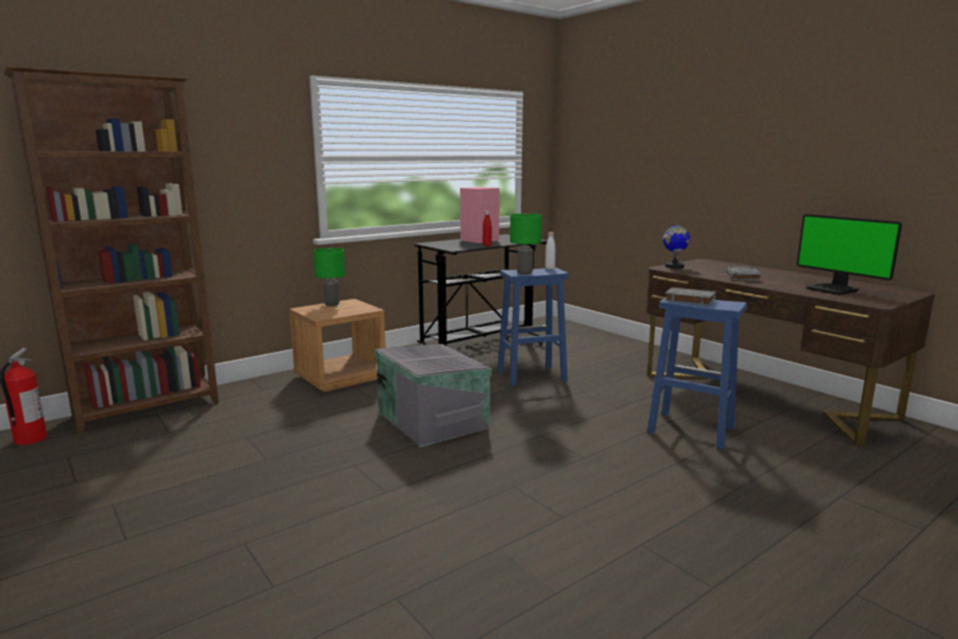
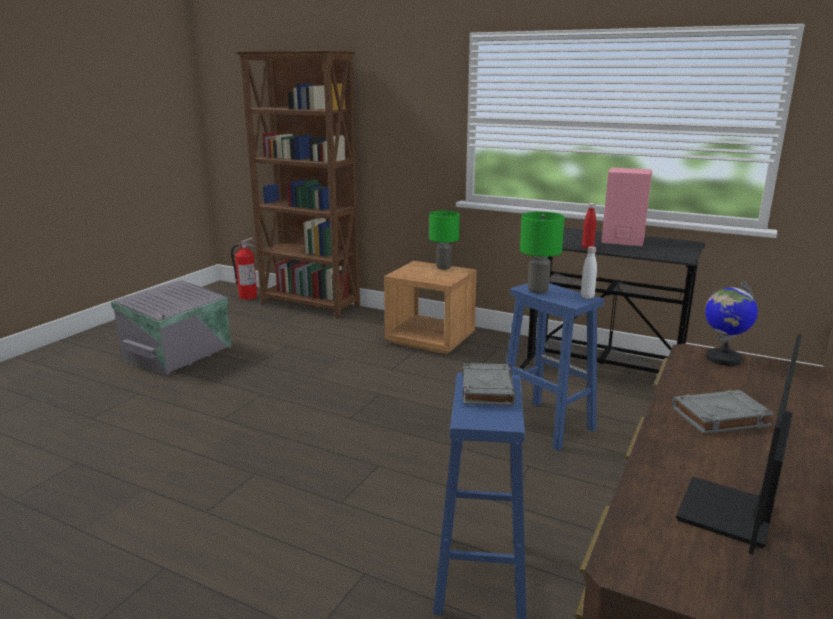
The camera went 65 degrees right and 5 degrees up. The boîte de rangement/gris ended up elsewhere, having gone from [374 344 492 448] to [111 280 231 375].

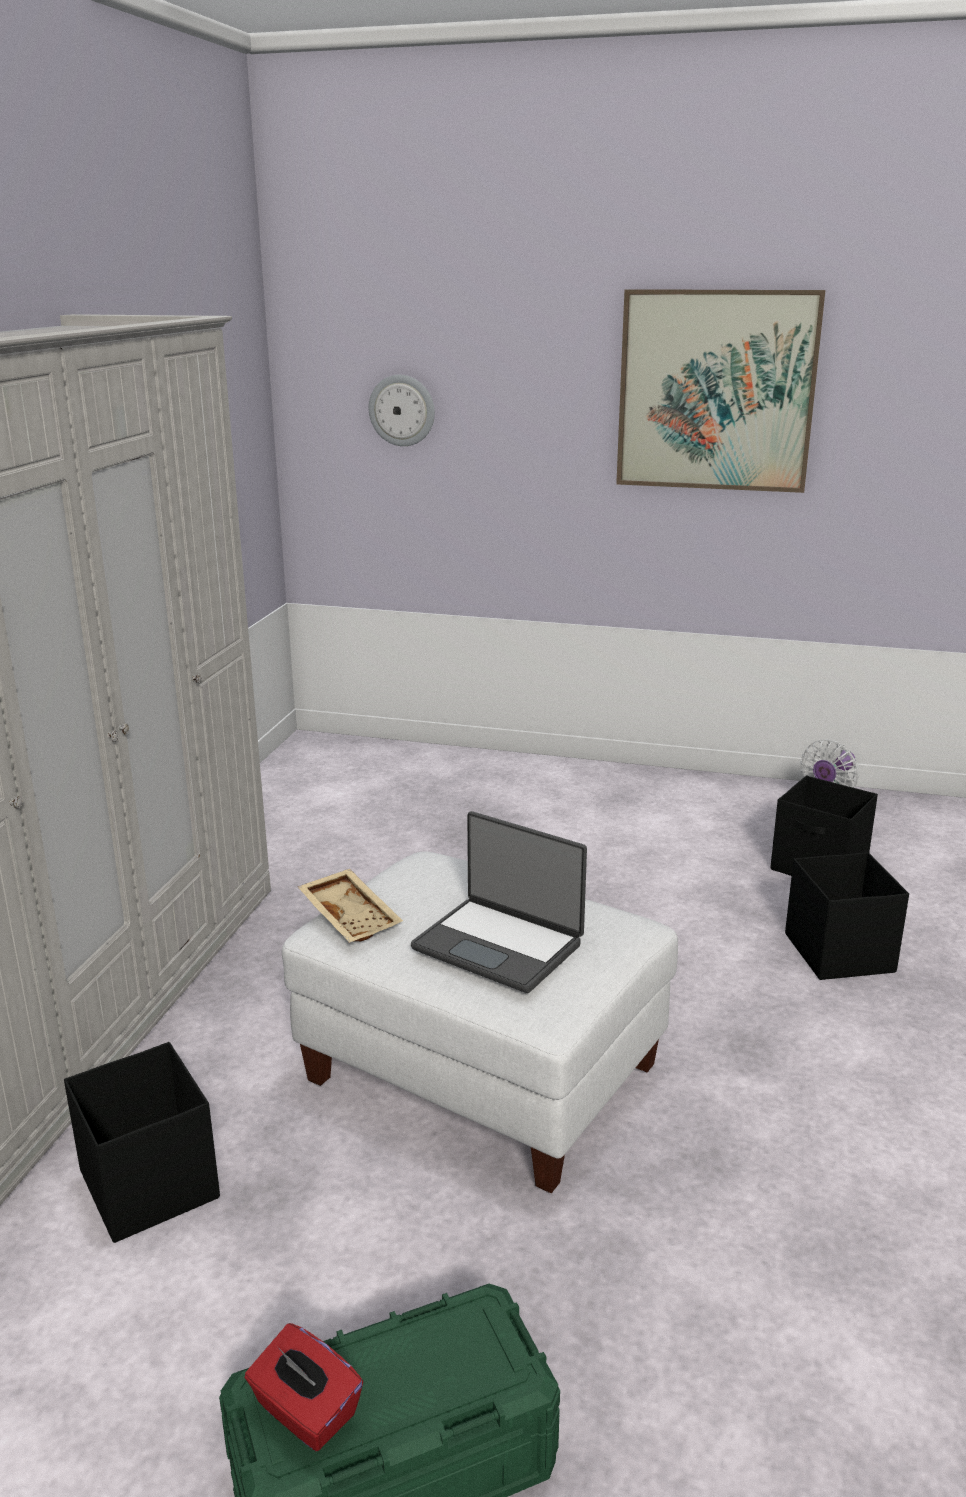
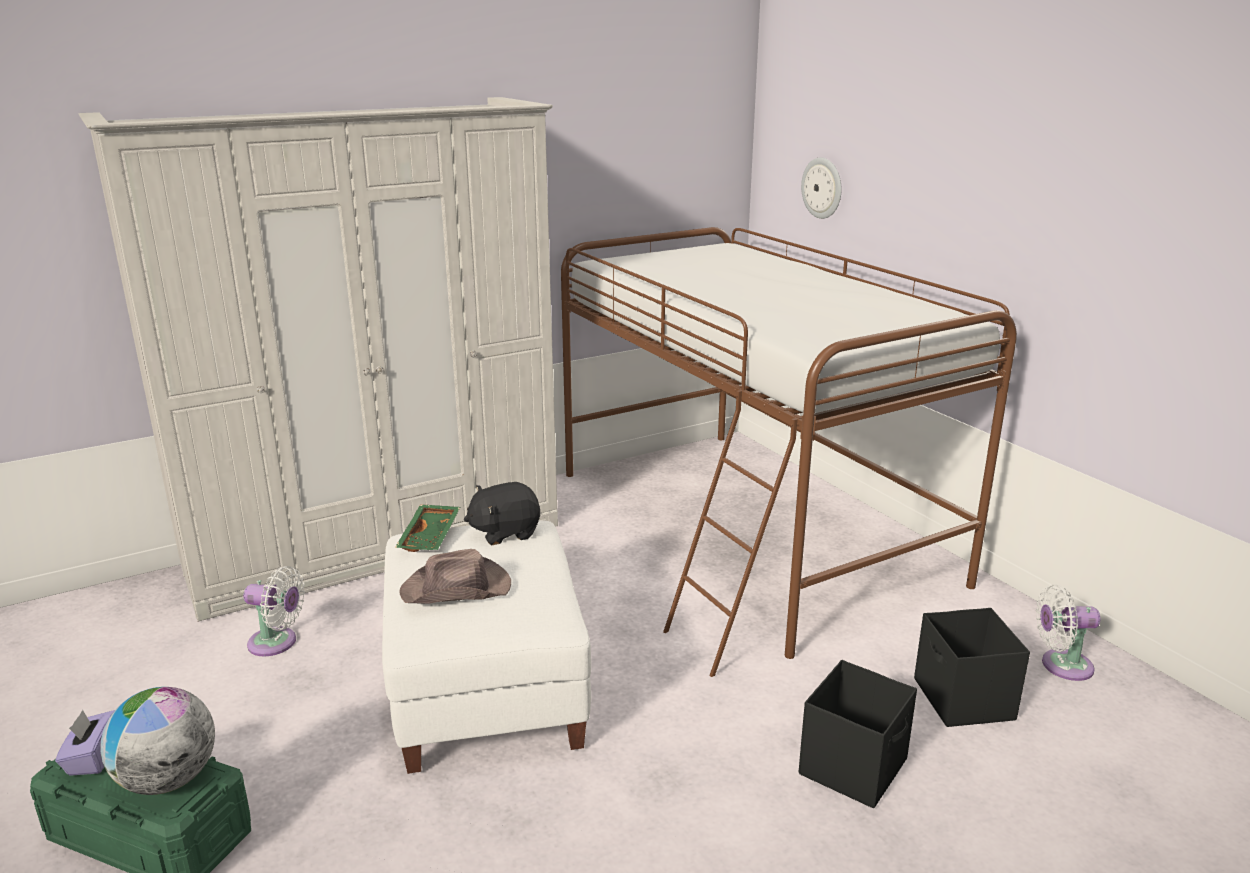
The camera went 45 degrees right and 0 degrees up. The second view lost the tableau at [616 289 825 493]. The second view gained the globe at [100 687 215 795]. The second view gained the peluche/noir at [464 482 540 545]. The second view gained the lit/marron at [561 227 1017 677]. Where the boîte de rangement/noir stood at [64 1042 220 1243], the ventilateur/blanc came to stand at [243 566 305 656]. Where the ordinateur portable stood at [411 811 587 993], the chapeau/marron came to stand at [400 549 511 604]. What was the boîte à mouchoirs/rouge at [245 1323 363 1451] turned into the boîte à mouchoirs/violet at [55 710 115 776]. What was the plateau/beige at [298 869 403 943] turned into the plateau/vert at [395 505 460 552].

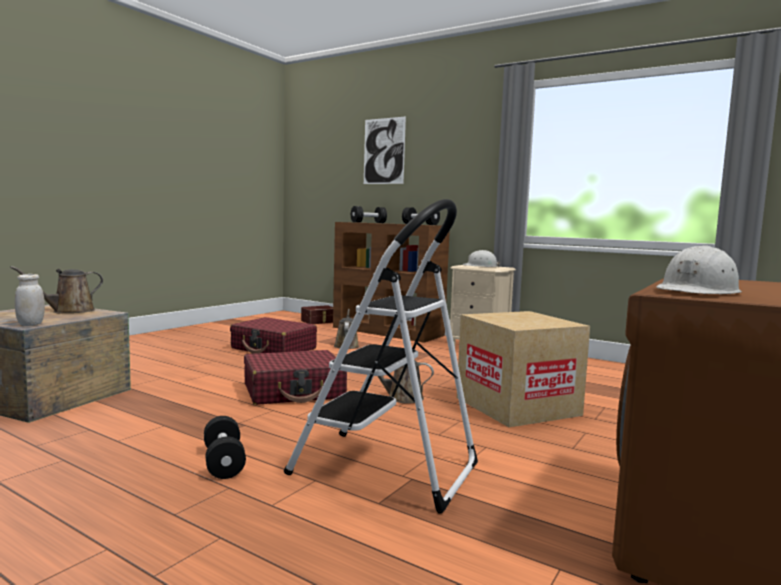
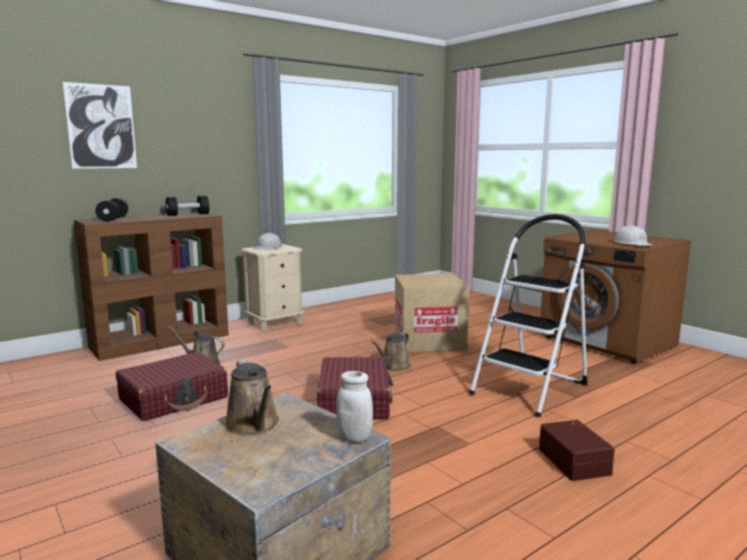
The camera went 70 degrees left and 5 degrees up. The second view lost the haltère/noir at [204 416 246 479]. The boîte de rangement/marron ended up elsewhere, having gone from [301 305 333 324] to [539 420 615 481].

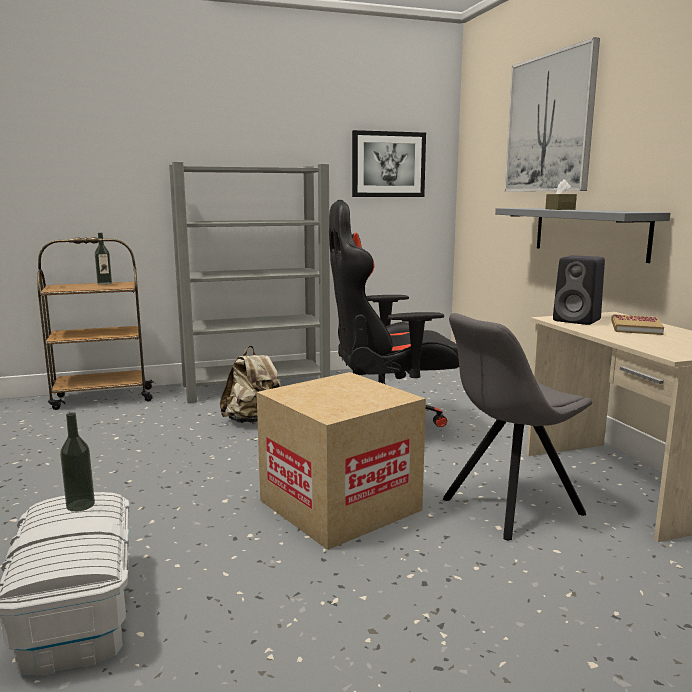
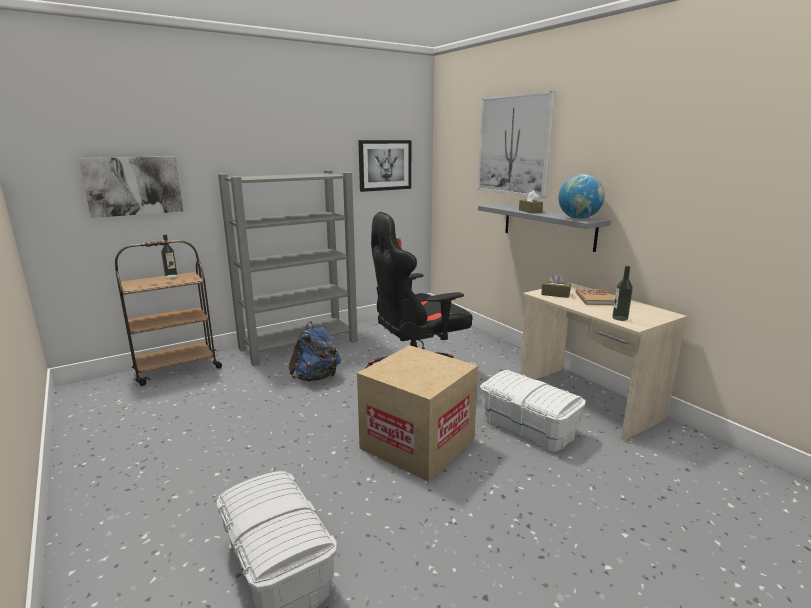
The camera went 15 degrees left and 5 degrees up. The second view gained the tableau at [79 156 183 218]. The second view gained the globe at [558 174 605 219]. The bouteille ended up elsewhere, having gone from [60 412 95 512] to [612 266 633 321]. Where the chaise/gris stood at [443 313 592 540], the boîte de rangement/blanc came to stand at [480 370 586 452]. Where the enceinte/noir stood at [553 255 605 325], the boîte à mouchoirs/marron came to stand at [541 273 571 298]. What was the sac à dos/beige at [220 346 281 423] turned into the sac à dos/bleu at [289 322 341 382].

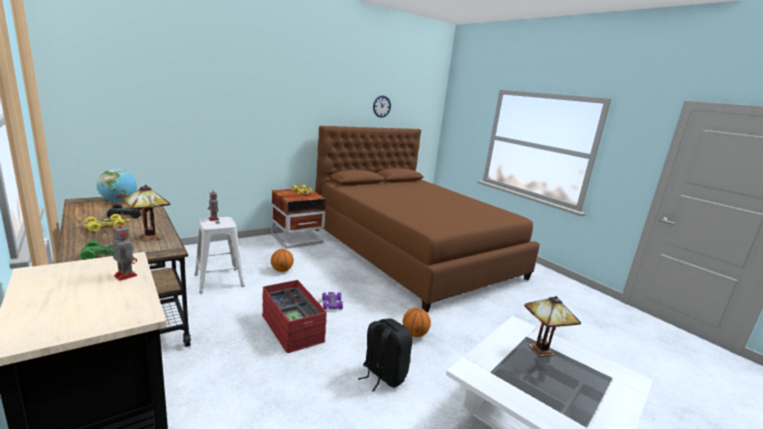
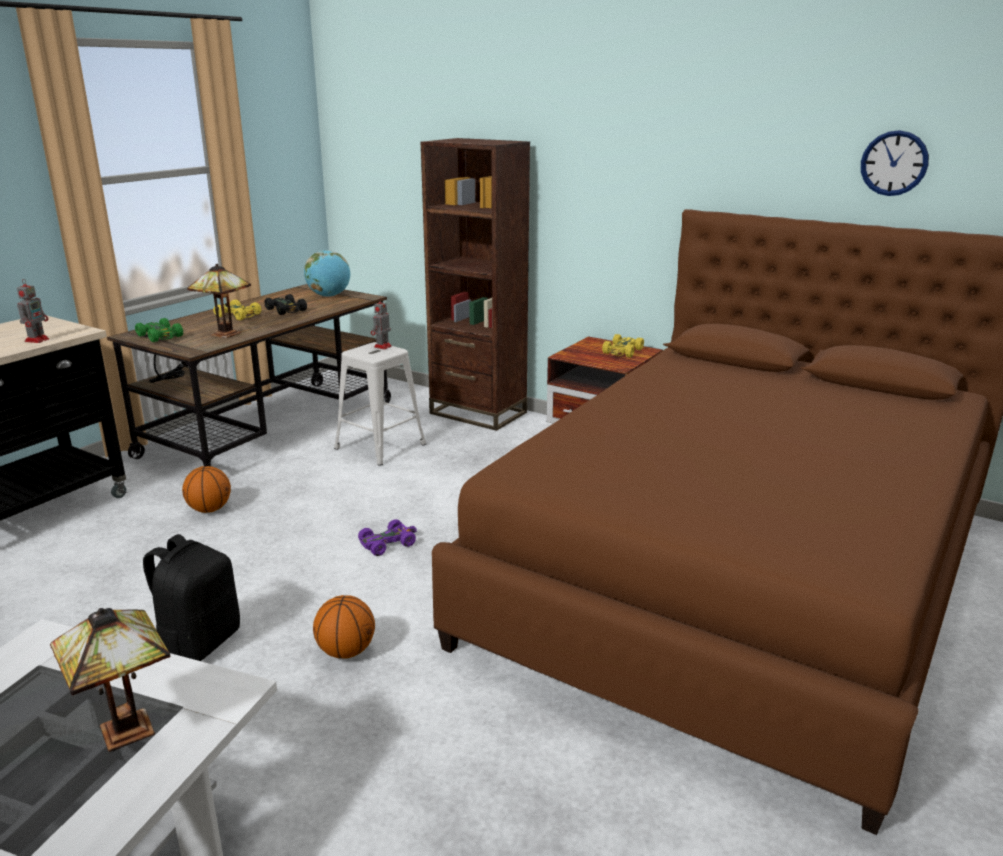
The camera went 70 degrees right and 5 degrees up. The second view lost the boîte de rangement/rouge at [262 280 327 353]. The second view gained the bibliothèque/marron at [421 138 530 431]. The ballon de basket ended up elsewhere, having gone from [271 249 294 272] to [182 466 231 513].

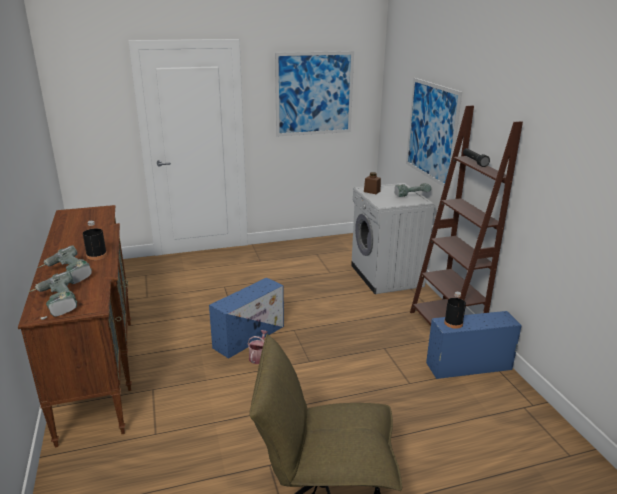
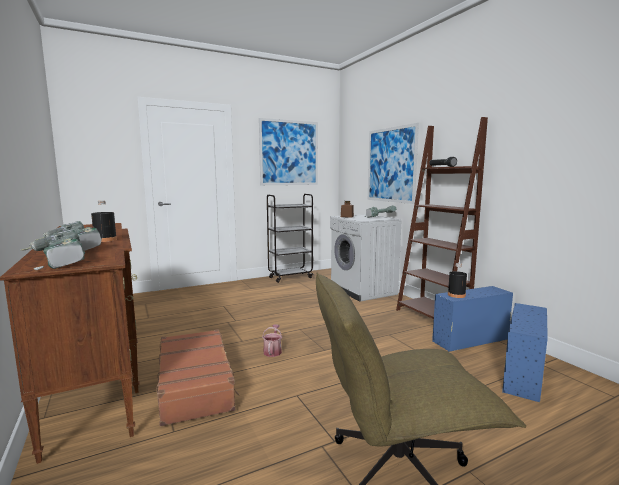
The camera went 10 degrees left and 15 degrees down. The second view gained the valise/marron at [157 329 239 427]. The second view gained the chariot/gris at [267 194 314 283]. The boîte de rangement/bleu ended up elsewhere, having gone from [209 277 284 359] to [502 303 548 402].

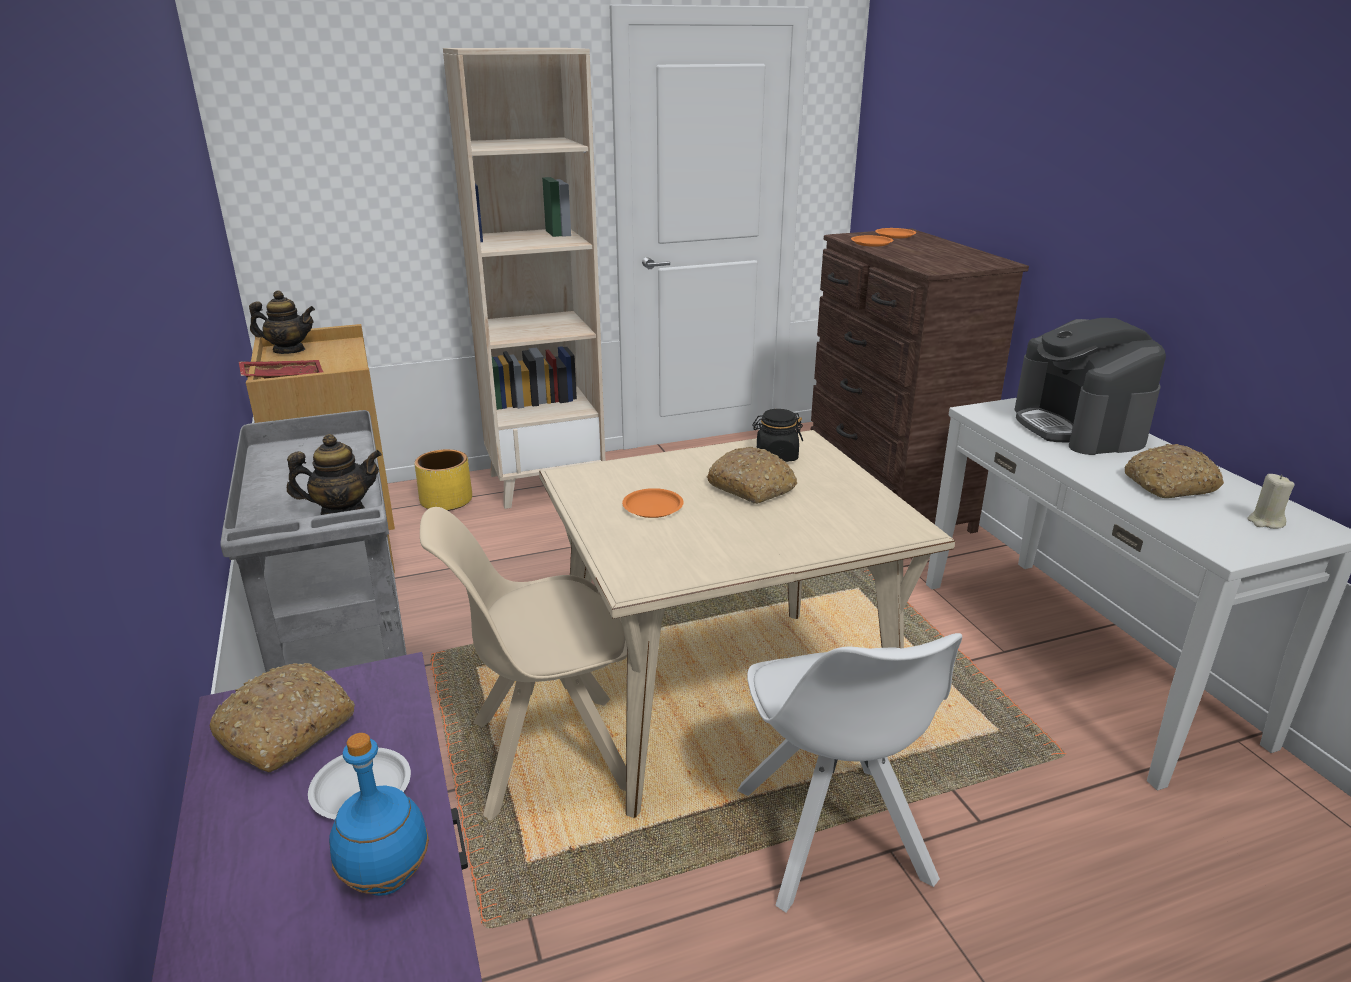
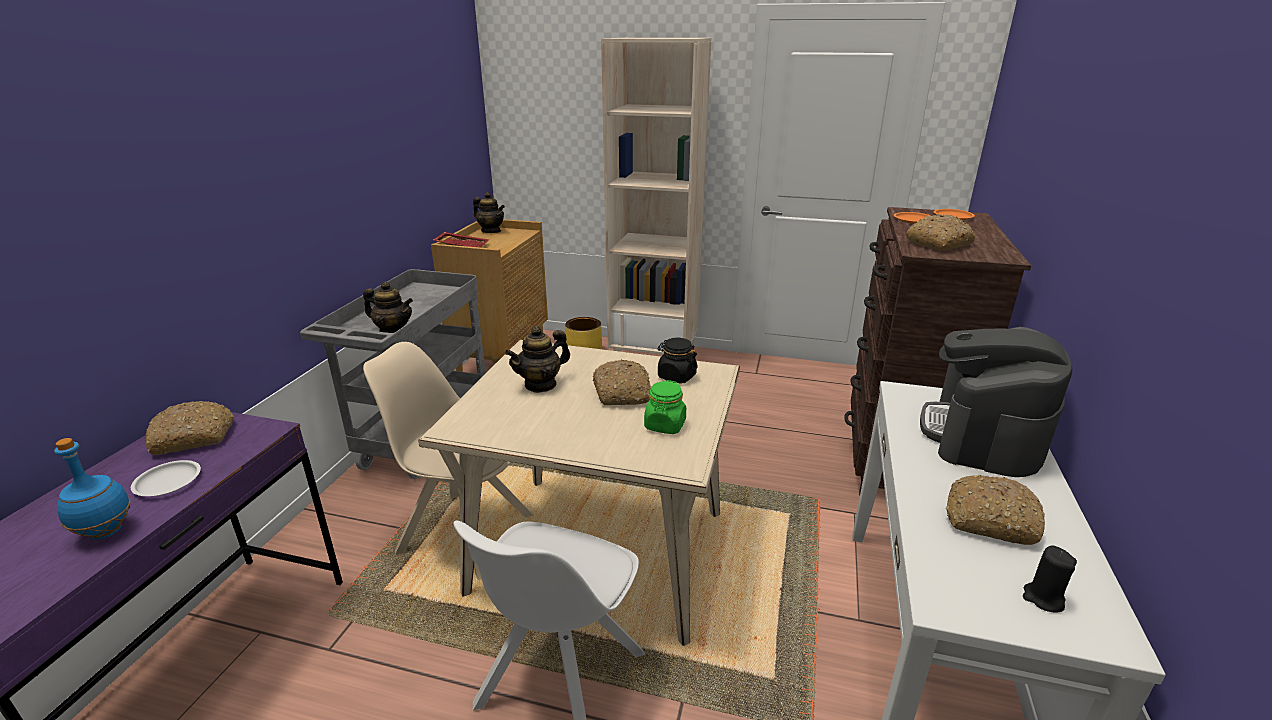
The camera went 35 degrees right and 0 degrees up. The second view gained the bocal/vert at [644 380 686 434]. The second view gained the pain at [906 214 975 251]. Where the assiette/orange stood at [622 488 684 518], the théière came to stand at [505 326 570 393]. What was the bougie/beige at [1247 474 1295 529] turned into the bougie/noir at [1023 545 1077 613].

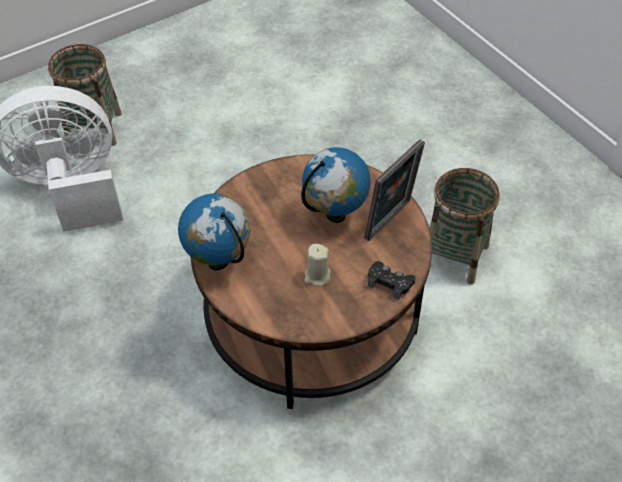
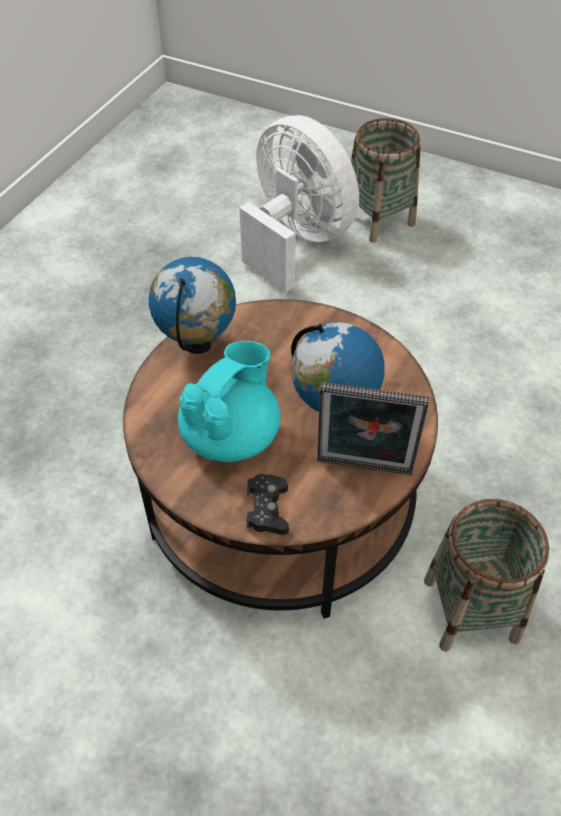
The camera went 60 degrees right and 0 degrees up. Where the bougie/beige stood at [304 244 331 286], the théière/turquoise came to stand at [178 341 280 462].

